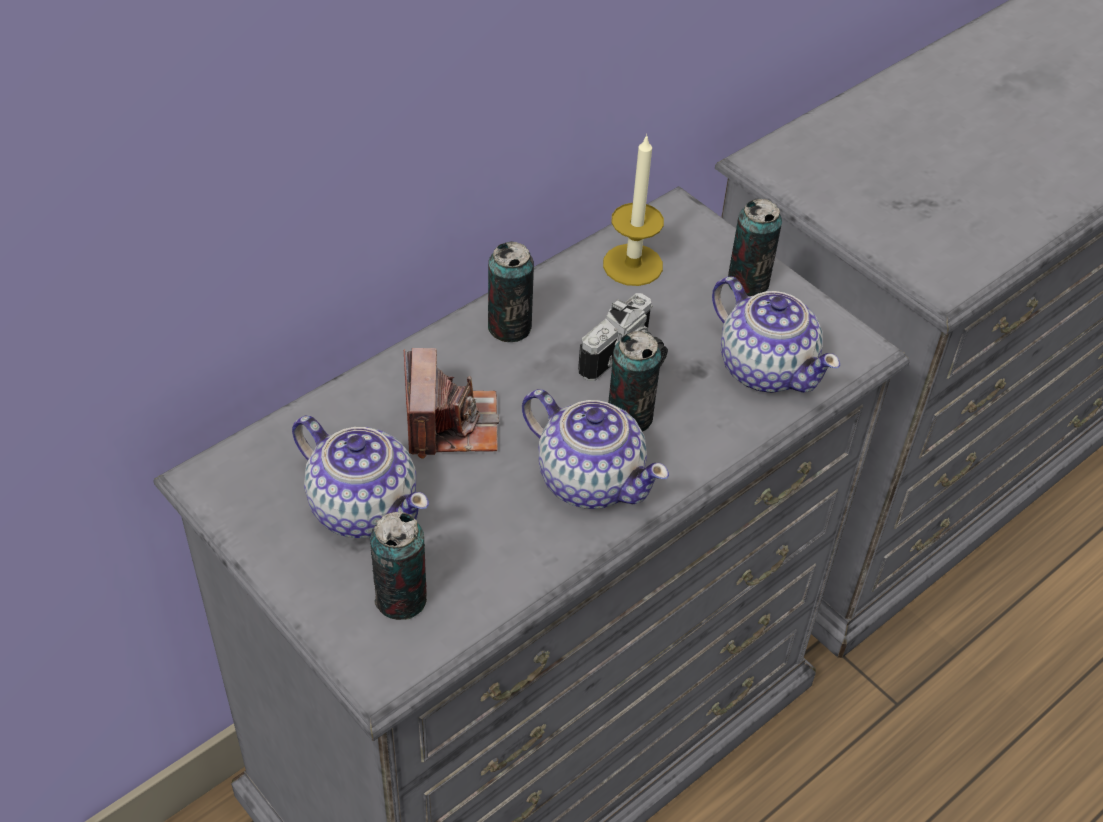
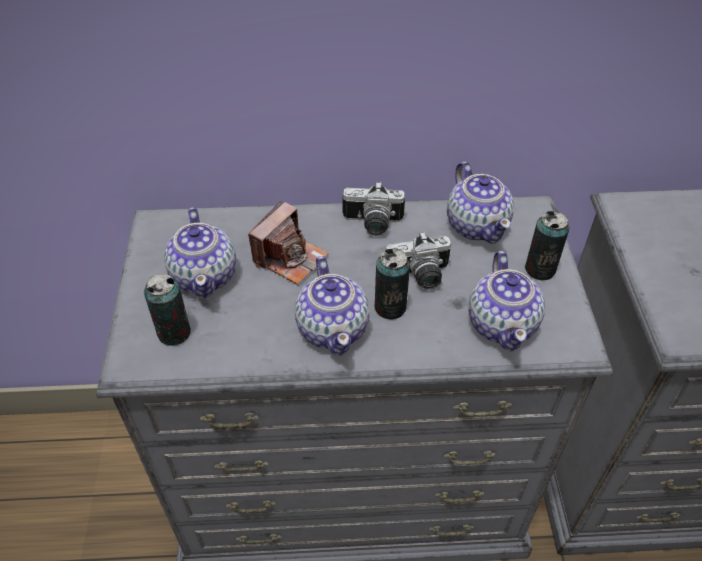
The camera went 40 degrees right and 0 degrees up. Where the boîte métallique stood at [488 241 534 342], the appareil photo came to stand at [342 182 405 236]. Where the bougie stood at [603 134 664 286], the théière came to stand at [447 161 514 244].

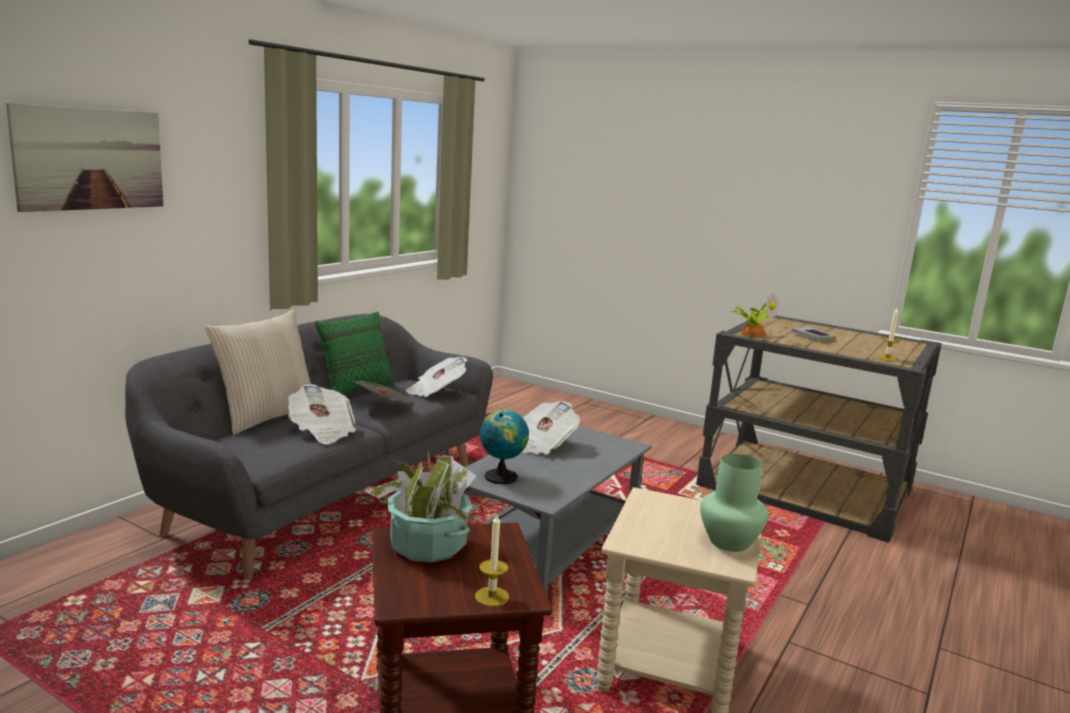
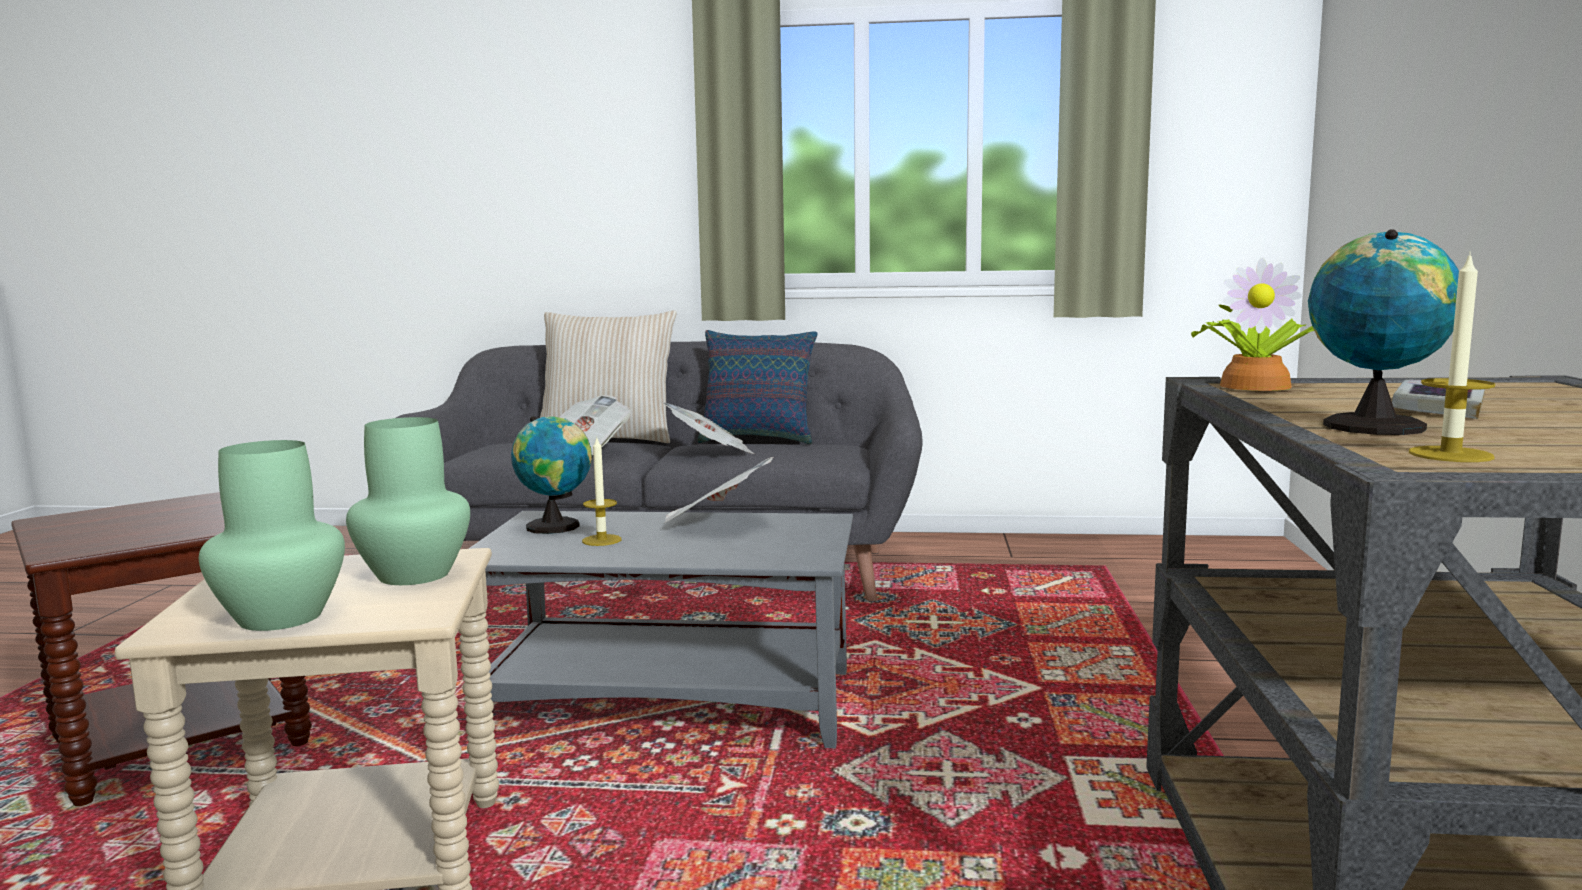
The camera went 65 degrees right and 5 degrees down. The second view lost the tableau at [6 103 163 212]. The second view lost the plante en pot at [364 450 476 563]. The second view lost the journal at [406 357 467 397]. The second view gained the vase/vert at [346 417 470 585]. The second view gained the globe at [1308 229 1459 435]. The bougie ended up elsewhere, having gone from [475 514 509 607] to [582 438 622 546]. What was the coussin/vert at [315 312 395 396] turned into the coussin/bleu at [698 330 817 444].

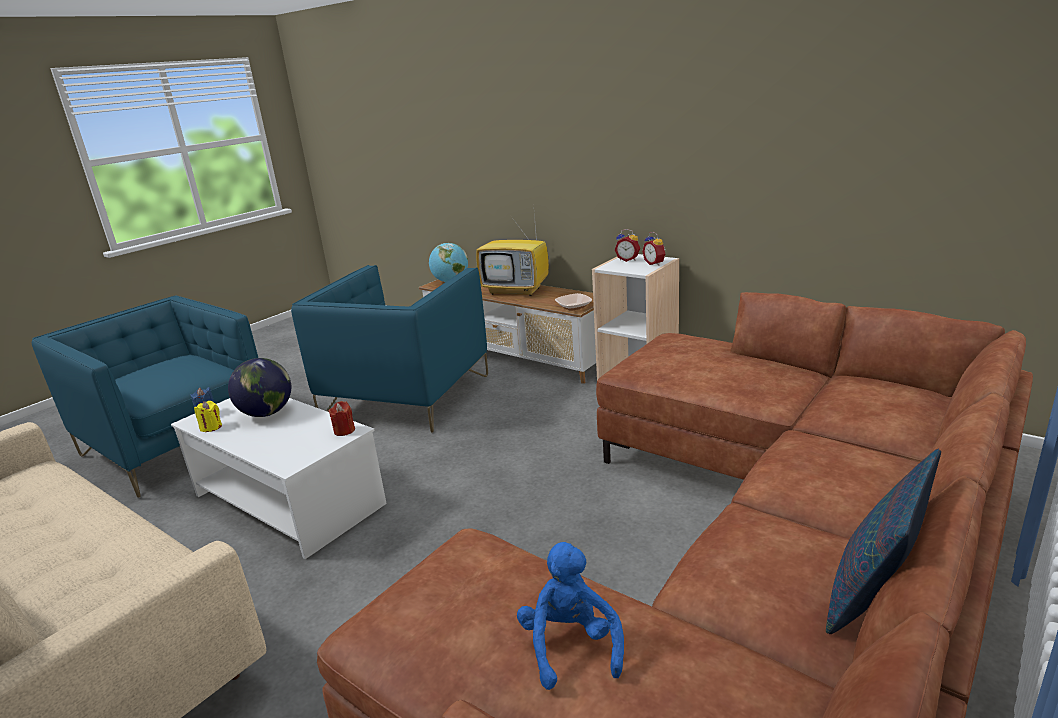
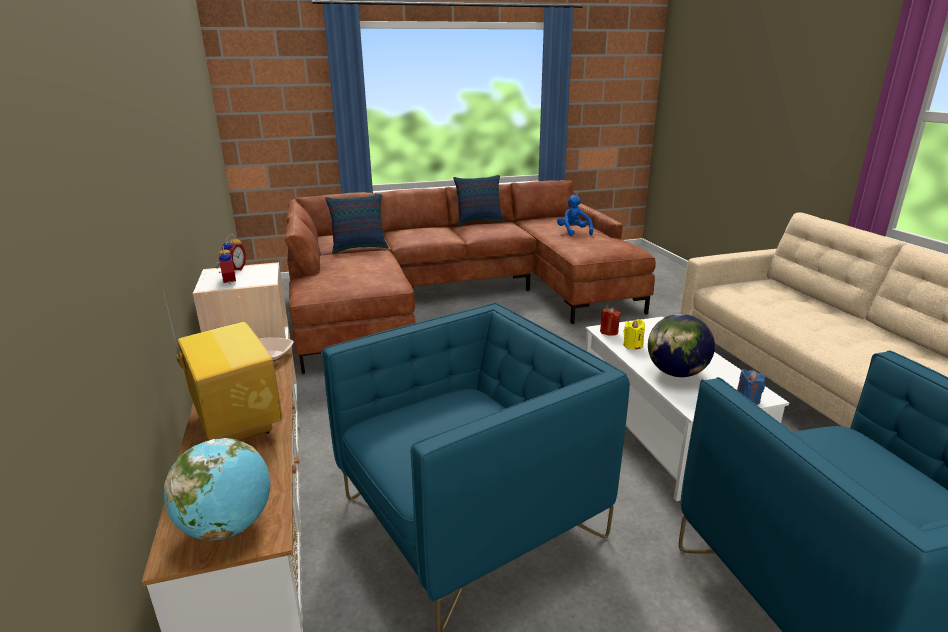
The camera went 145 degrees left and 0 degrees up. The second view gained the coussin/bleu at [325 194 389 254]. The bougie/jaune ended up elsewhere, having gone from [194 401 222 432] to [624 319 645 350]. The peluche/bleu at [517 542 624 690] ended up facing another way, 135 degrees clockwise from before.

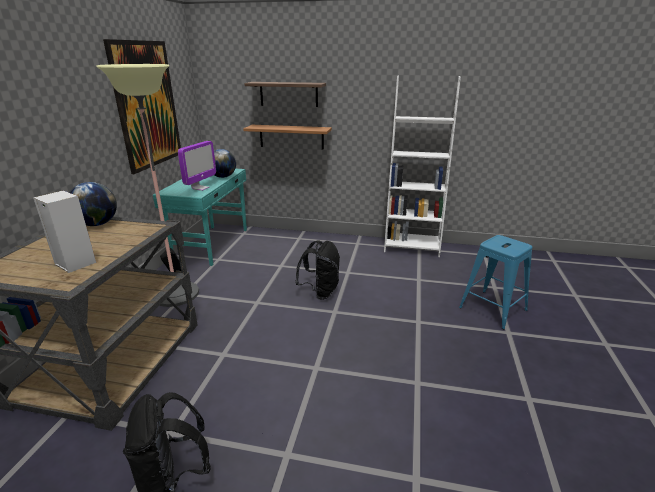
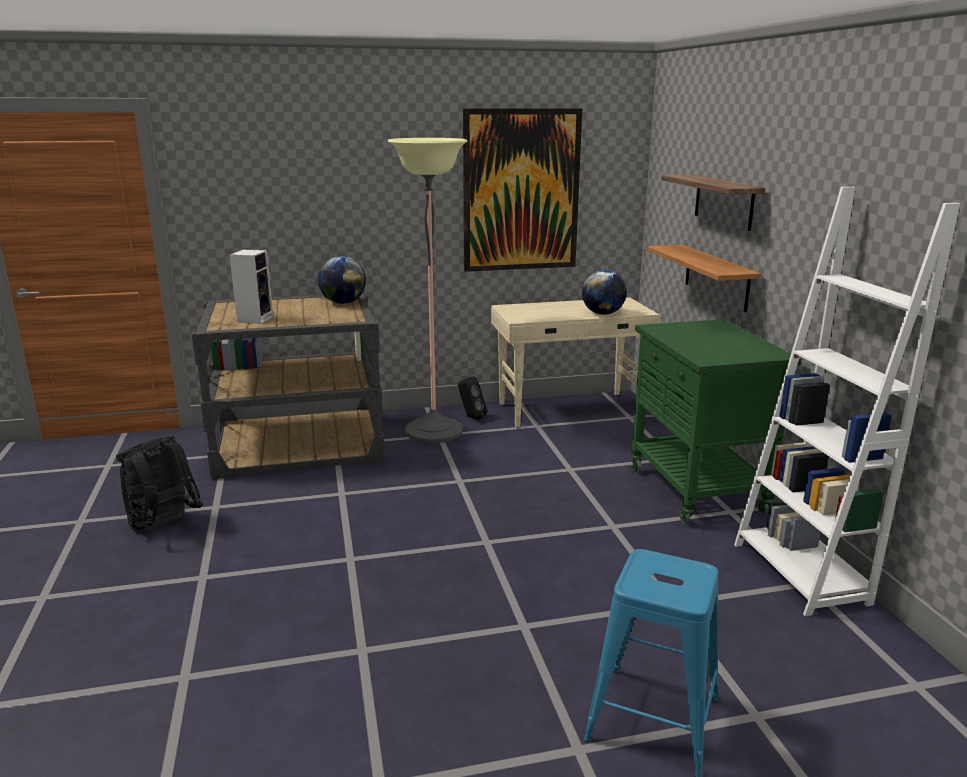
The camera went 65 degrees right and 5 degrees down. The second view lost the écran d'ordinateur at [178 141 216 191]. The second view lost the sac à dos/noir at [295 240 340 300]. The second view gained the chariot/vert at [631 319 802 525]. What was the table console/turquoise at [153 168 247 266] turned into the table console/beige at [491 297 661 428].

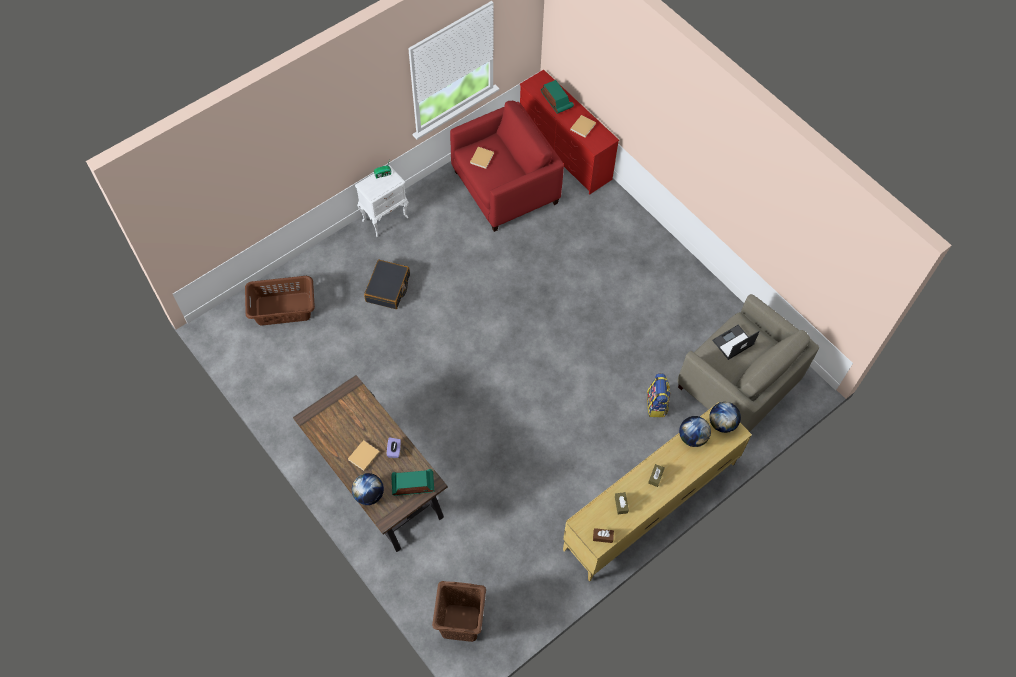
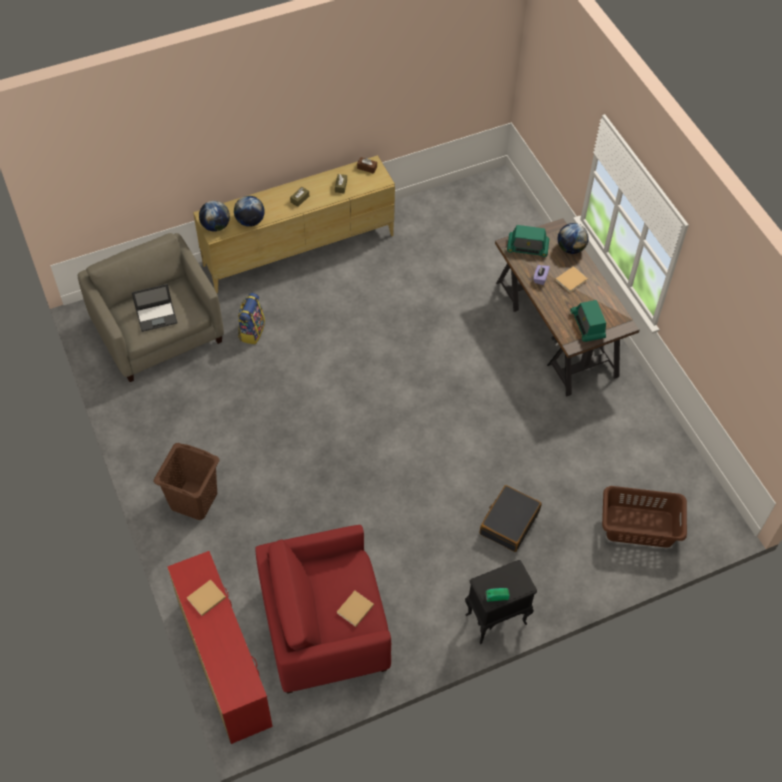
The camera went 165 degrees left and 5 degrees down. The panier à linge/marron ended up elsewhere, having gone from [432 581 486 642] to [154 443 219 520]. The radio ended up elsewhere, having gone from [541 80 574 114] to [570 300 606 342]. What was the table de chevet/blanc at [355 165 409 237] turned into the table de chevet/noir at [465 560 537 644].

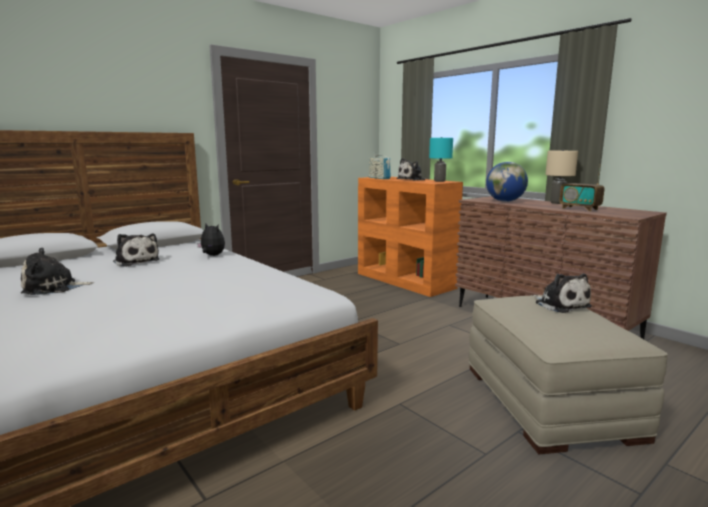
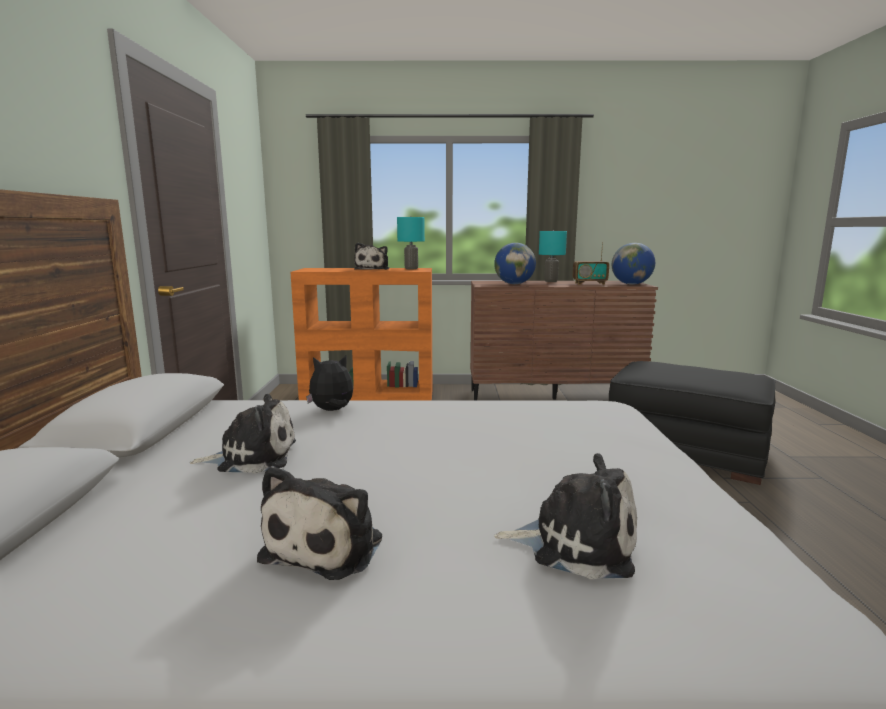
The camera went 50 degrees left and 0 degrees up. The second view lost the radio at [369 152 391 179]. The second view gained the globe at [612 243 655 285]. The peluche ended up elsewhere, having gone from [532 274 592 313] to [494 453 637 579]. What was the pouf/beige at [469 295 668 454] turned into the pouf/noir at [609 361 775 485]. What was the lampe de table/beige at [545 150 578 204] turned into the lampe de table/turquoise at [539 230 567 282].

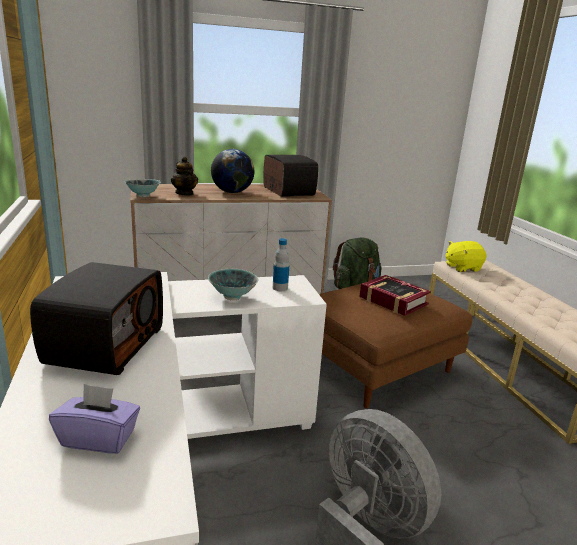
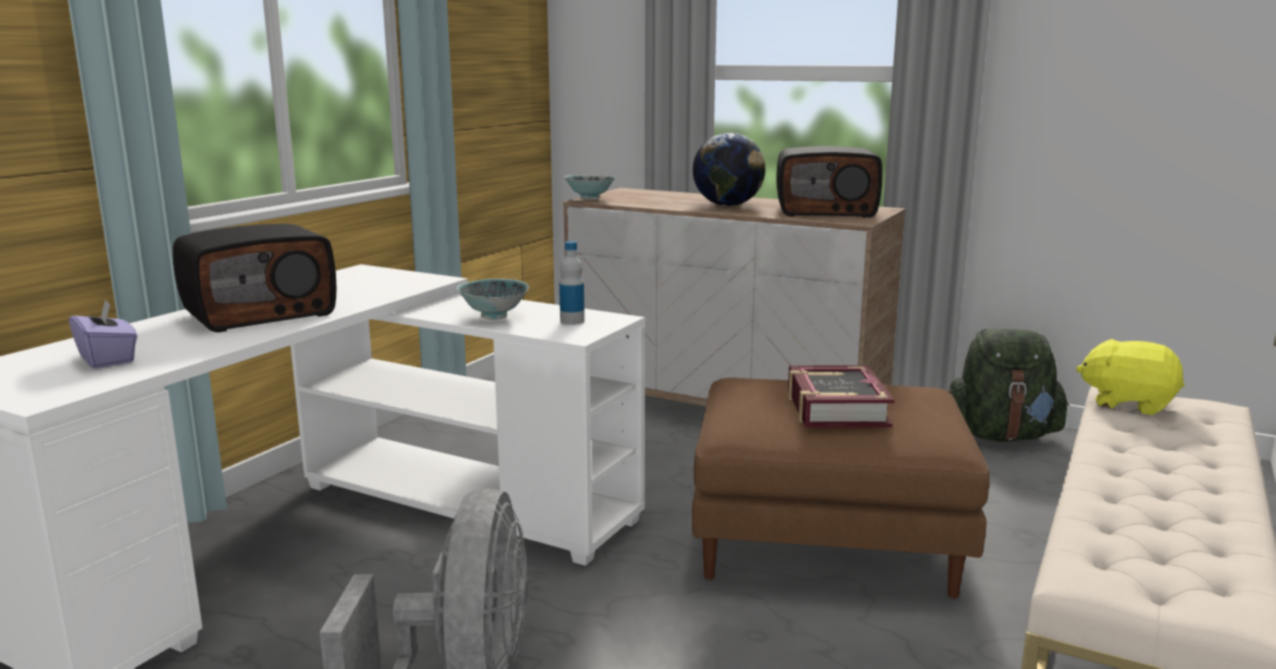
The camera went 45 degrees right and 5 degrees down. The second view lost the théière at [171 157 198 195]. The radio at [263 155 318 197] ended up facing another way, 75 degrees clockwise from before.

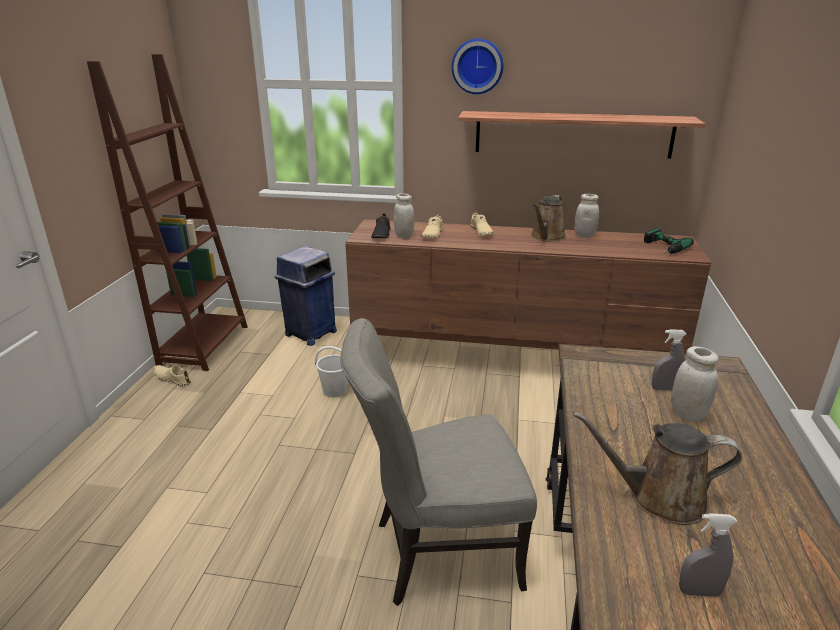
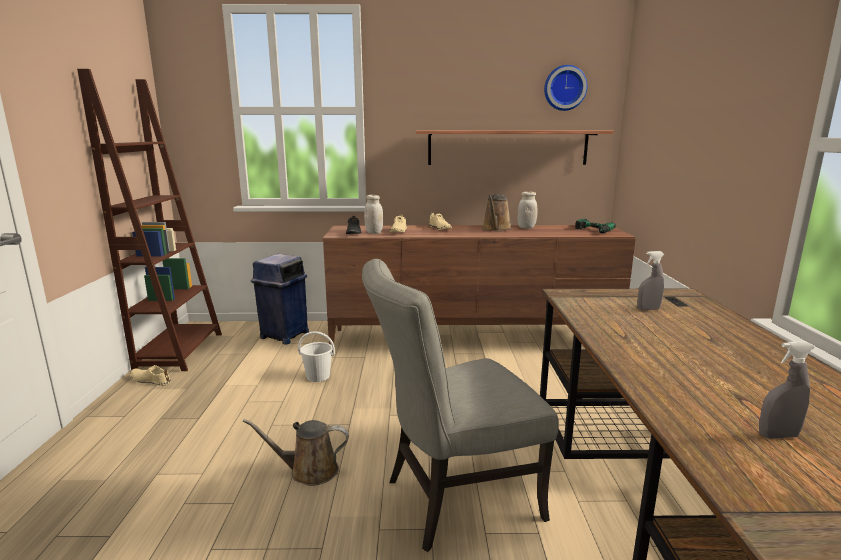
The camera went 10 degrees left and 10 degrees down. The second view lost the bocal/blanc at [671 346 719 422]. The horloge murale ended up elsewhere, having gone from [452 38 503 94] to [544 65 587 111]. The arrosoir/marron ended up elsewhere, having gone from [573 411 742 525] to [243 419 349 486].

